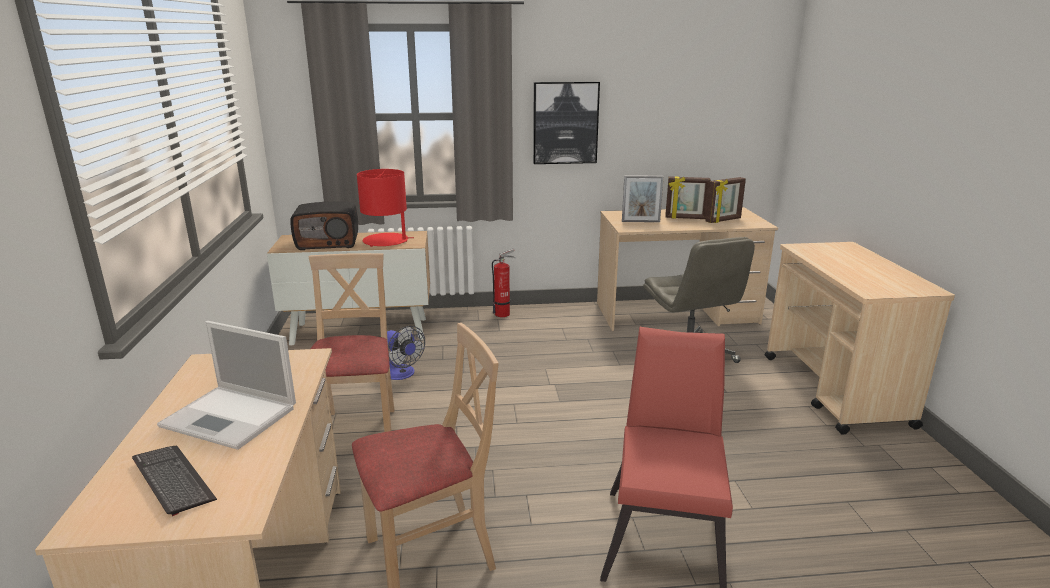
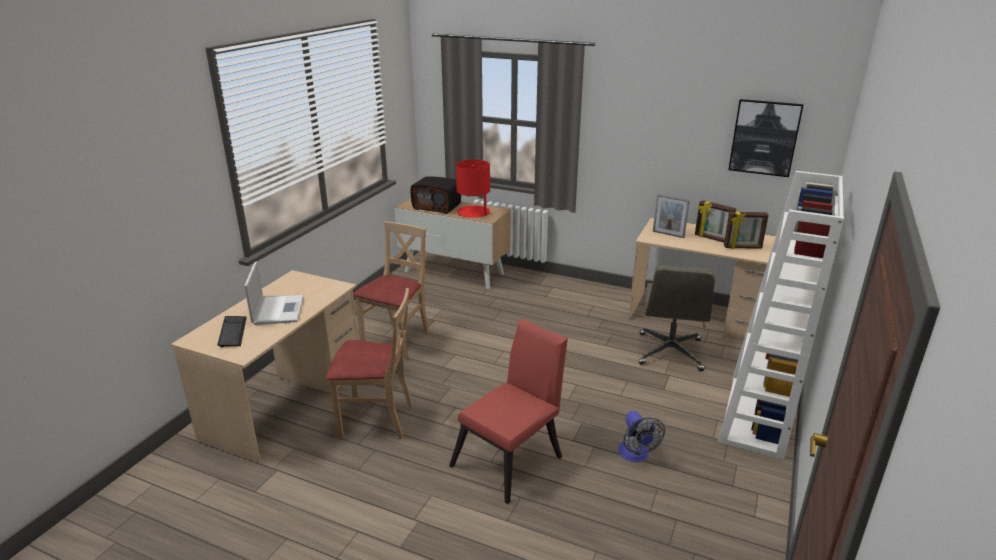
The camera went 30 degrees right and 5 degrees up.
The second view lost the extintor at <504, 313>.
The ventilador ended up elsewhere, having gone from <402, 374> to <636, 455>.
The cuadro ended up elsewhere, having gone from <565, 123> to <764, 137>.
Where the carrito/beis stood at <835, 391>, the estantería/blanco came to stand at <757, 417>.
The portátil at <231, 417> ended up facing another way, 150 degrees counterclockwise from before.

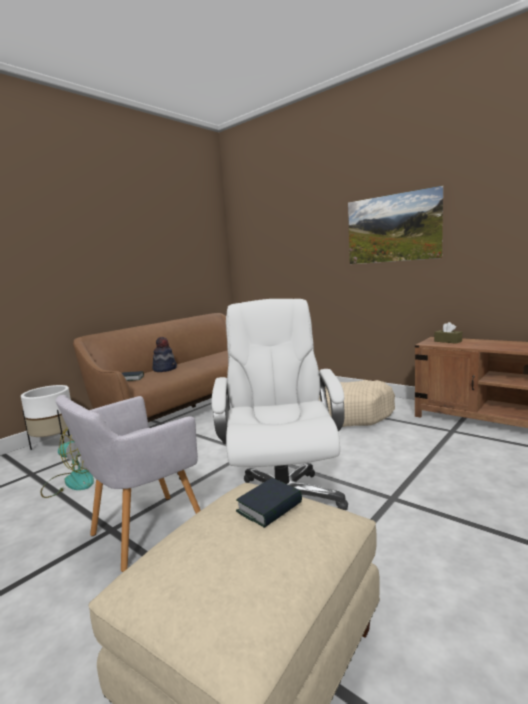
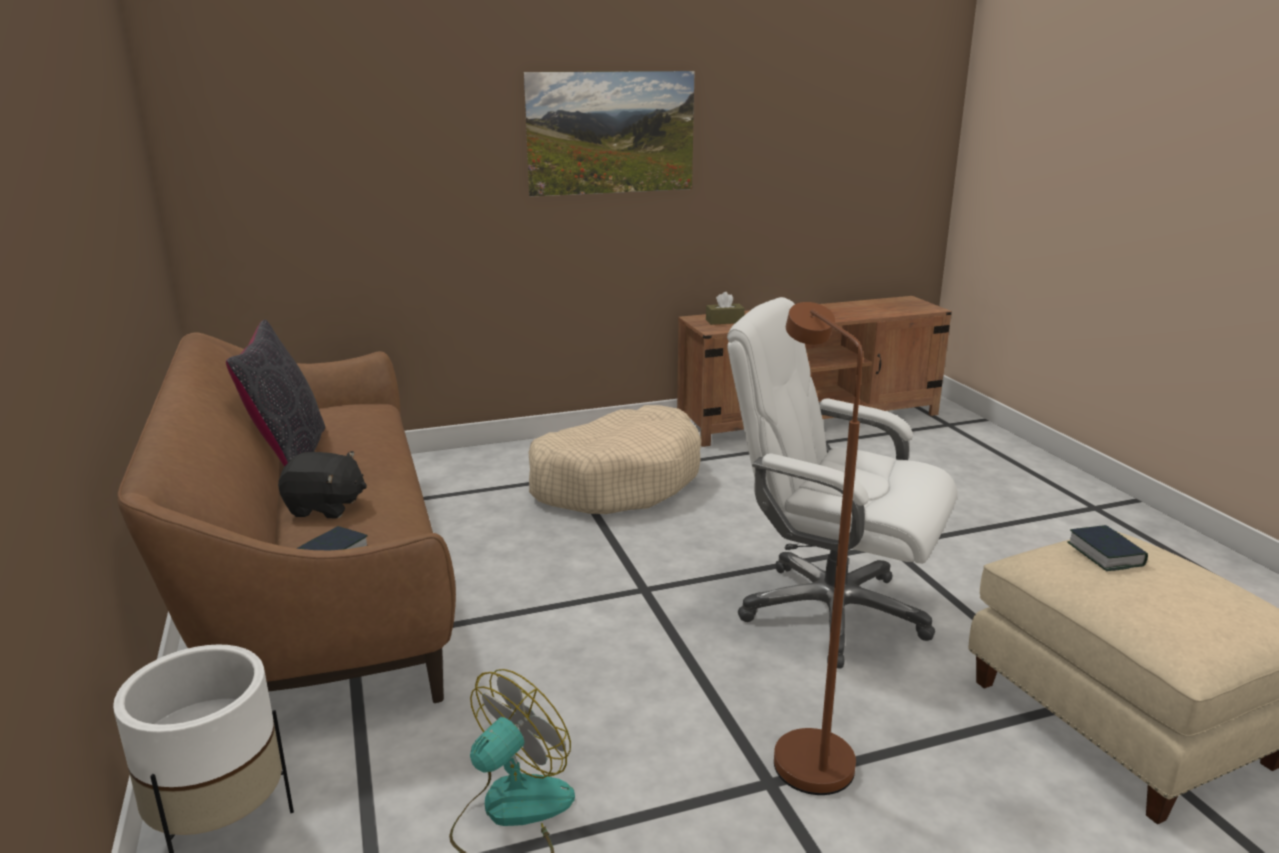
The camera went 60 degrees left and 10 degrees up.
The second view gained the cojín/negro at <289, 455>.
Where the sillón/gris stood at <142, 532>, the lámpara de pie/marrón came to stand at <805, 750>.
Where the sombrero stood at <165, 369>, the peluche/negro came to stand at <325, 507>.

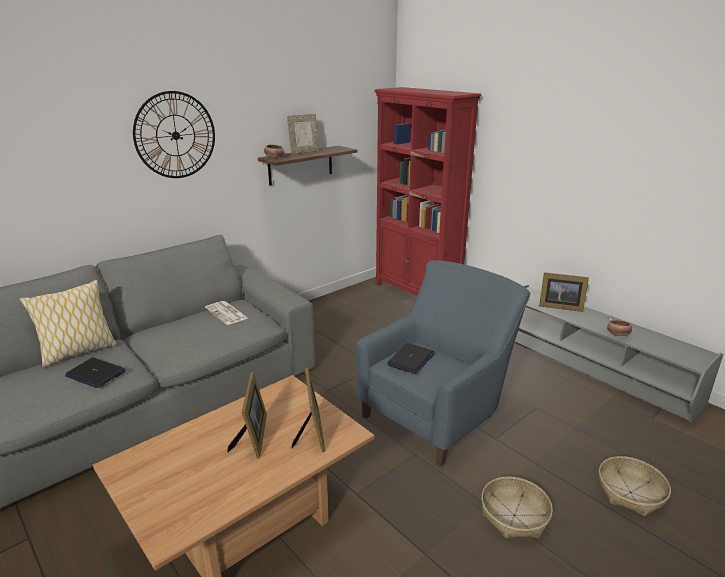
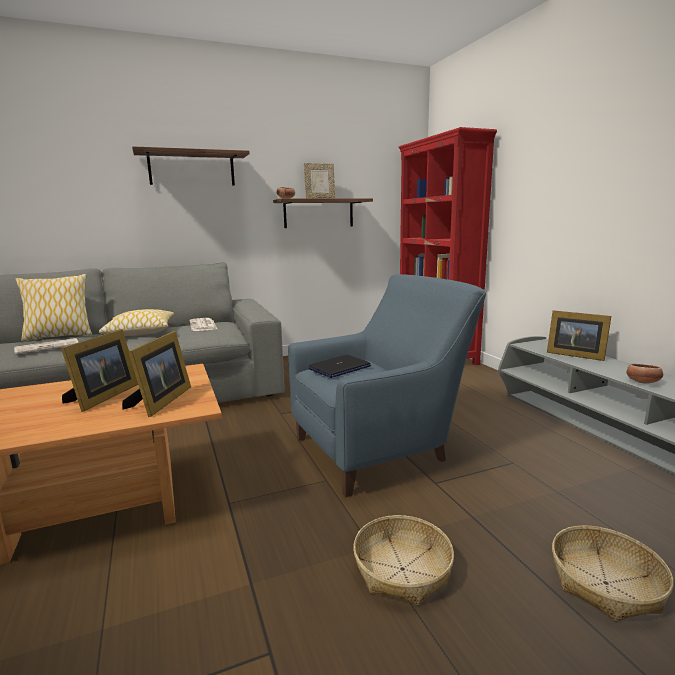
The camera went 20 degrees right and 10 degrees down.
The second view gained the cojín at <140, 332>.
Where the portátil stood at <95, 374>, the periódico came to stand at <48, 347>.
Where the reloj de pared hung at <175, 135>, the estante came to hang at <192, 169>.

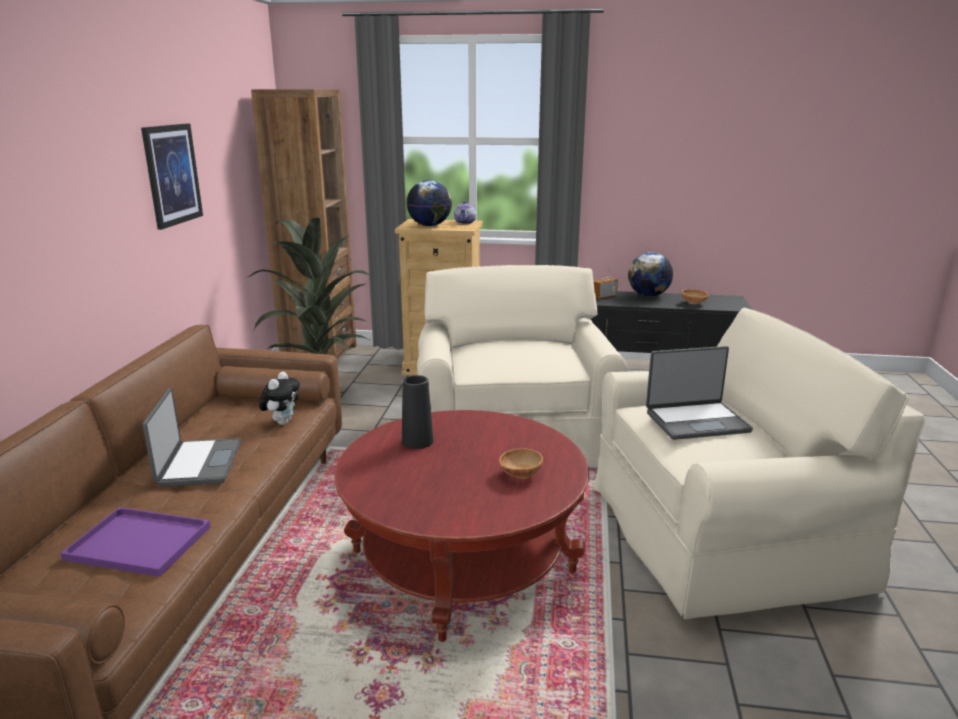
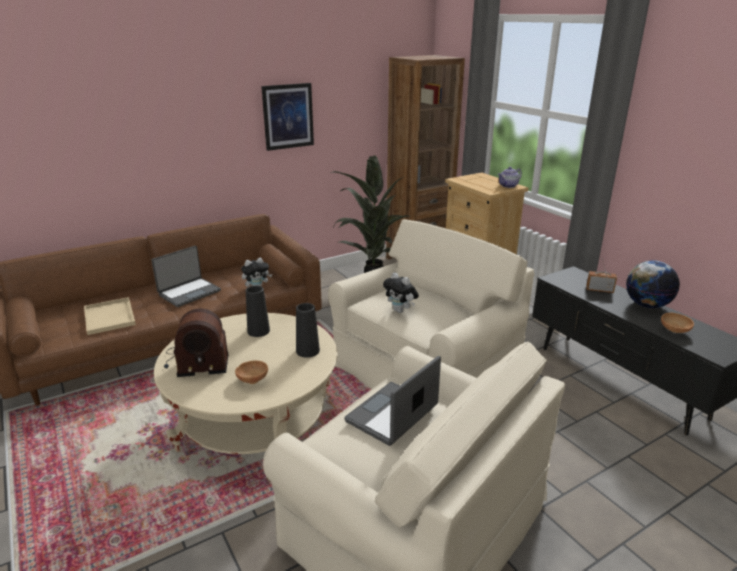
The camera went 50 degrees right and 5 degrees up.
The second view lost the globo terráqueo at <430, 225>.
The second view gained the radio at <196, 361>.
The second view gained the florero/negro at <307, 351>.
The second view gained the peluche at <400, 311>.
What was the bandeja/morado at <141, 542> turned into the bandeja/beis at <110, 317>.
What was the mesa de centro/rojo at <463, 561> turned into the mesa de centro/beis at <255, 422>.
The portátil at <696, 421> ended up facing another way, 90 degrees clockwise from before.

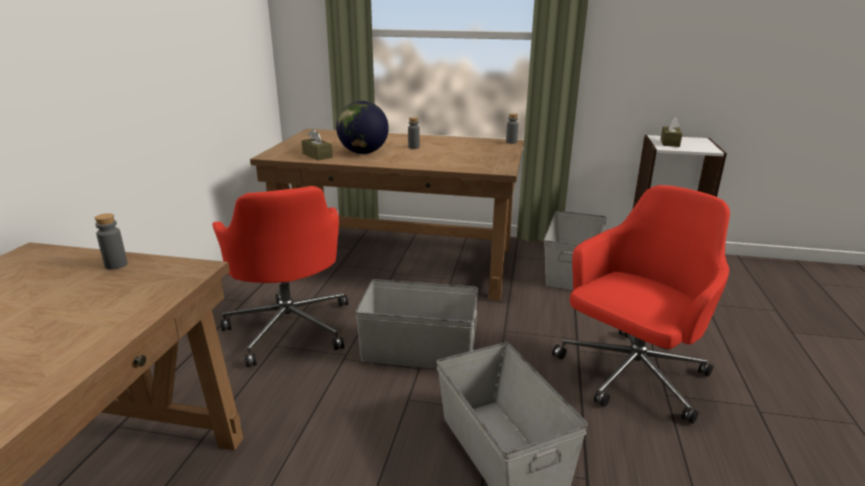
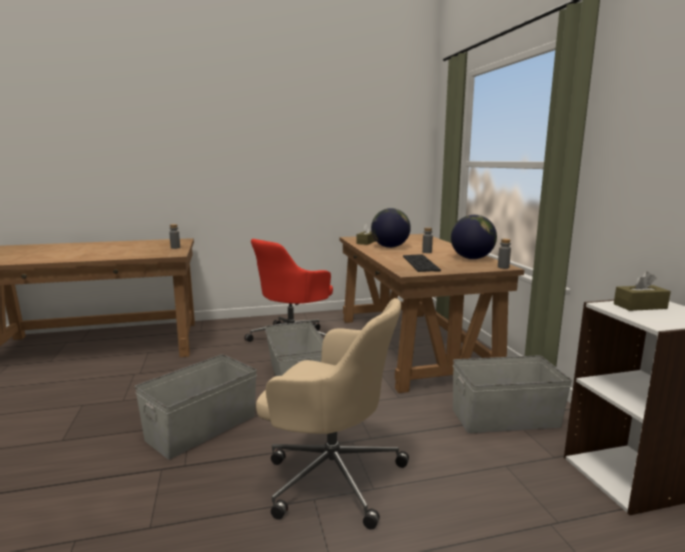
The camera went 65 degrees right and 10 degrees down.
The second view gained the teclado at <422, 263>.
The second view gained the globo terráqueo at <472, 258>.
What was the silla de oficina/rojo at <631, 376> turned into the silla de oficina/beis at <331, 474>.

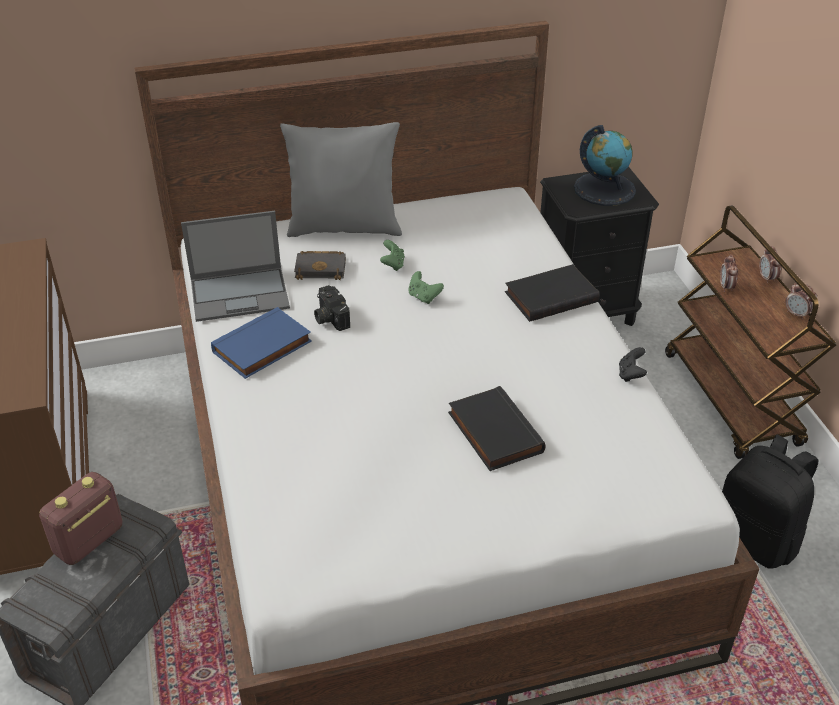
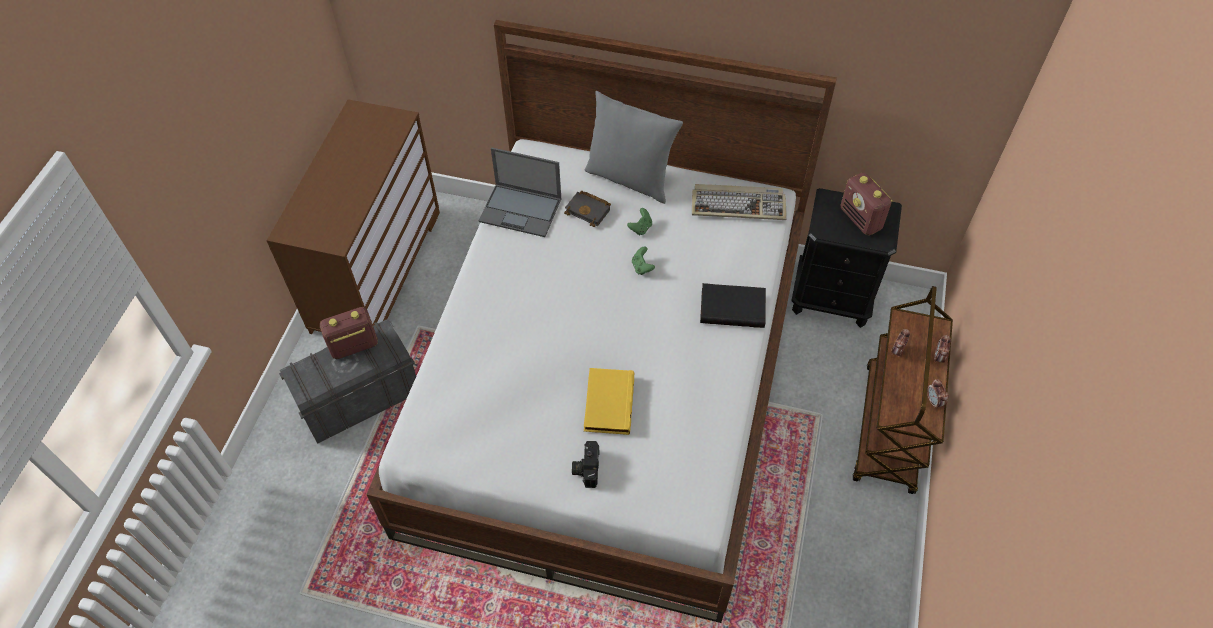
The camera went 30 degrees right and 15 degrees up.
The second view lost the libro/azul at <263, 348>.
The second view lost the mando de consola/negro at <631, 374>.
The second view lost the mochila/negro at <756, 539>.
The second view gained the teclado at <739, 204>.
The cámara ended up elsewhere, having gone from <329, 317> to <586, 468>.
Where the globo terráqueo stood at <604, 189>, the radio came to stand at <861, 219>.
What was the libro/negro at <492, 432> turned into the libro/amarillo at <607, 402>.

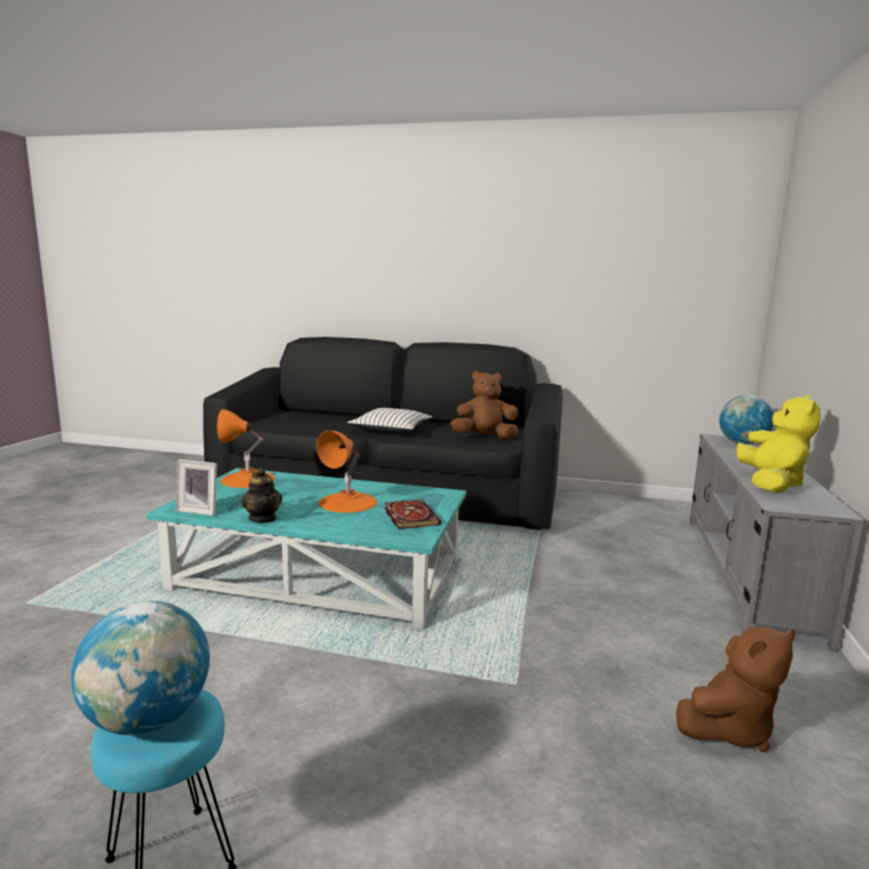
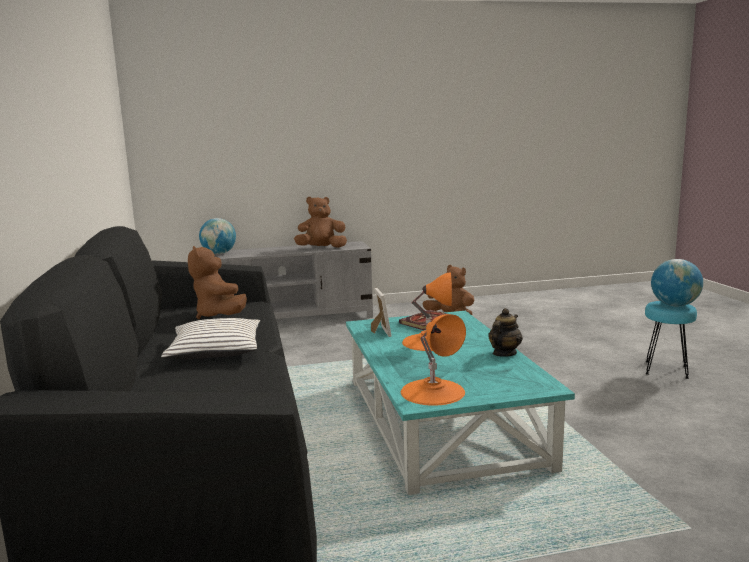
The camera went 115 degrees left and 0 degrees up.
The portarretratos ended up elsewhere, having gone from <200, 510> to <380, 332>.
What was the peluche/amarillo at <771, 484> turned into the peluche/marrón at <321, 248>.

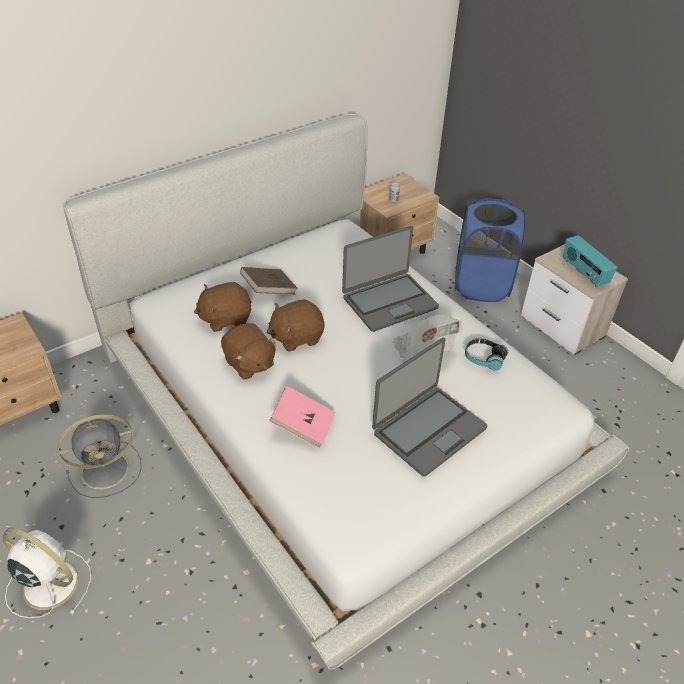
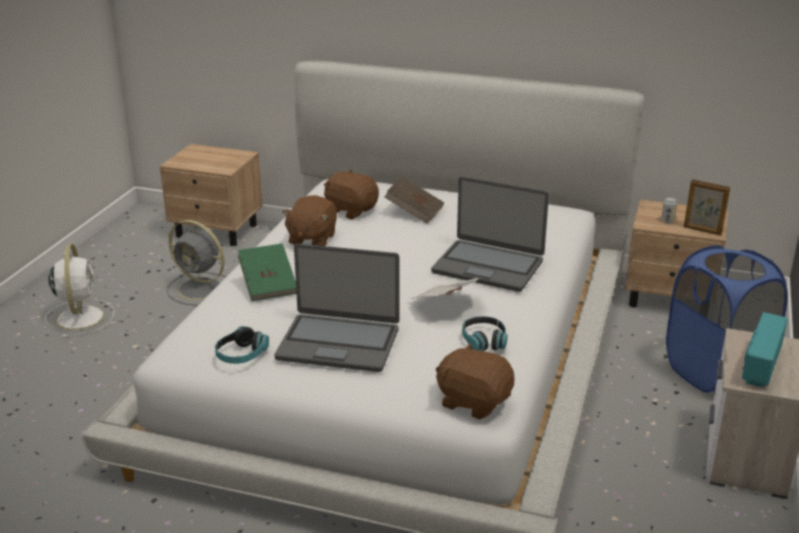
The camera went 55 degrees right and 15 degrees down.
The second view gained the auriculares at <241, 355>.
The second view gained the portarretratos at <702, 230>.
The peluche/marrón ended up elsewhere, having gone from <296, 337> to <474, 401>.
What was the libro/rosa at <303, 426> turned into the libro/verde at <268, 285>.

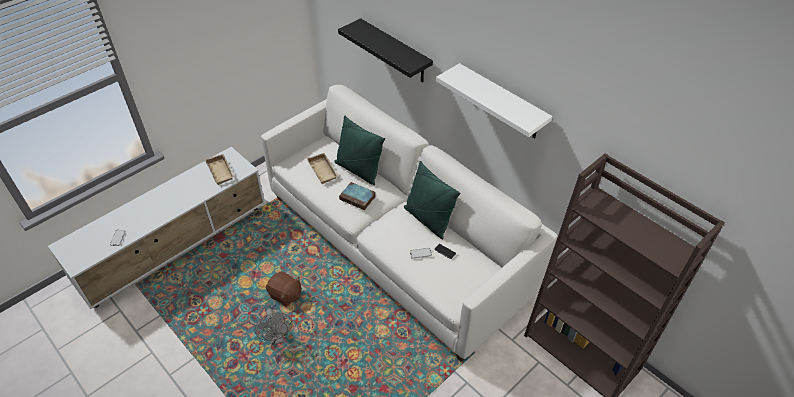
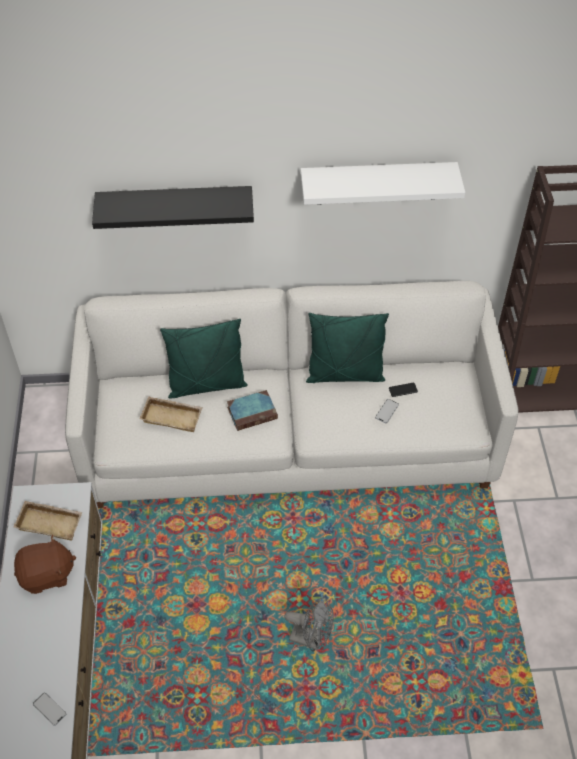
The camera went 50 degrees left and 5 degrees up.
The peluche/marrón ended up elsewhere, having gone from <285, 295> to <47, 575>.

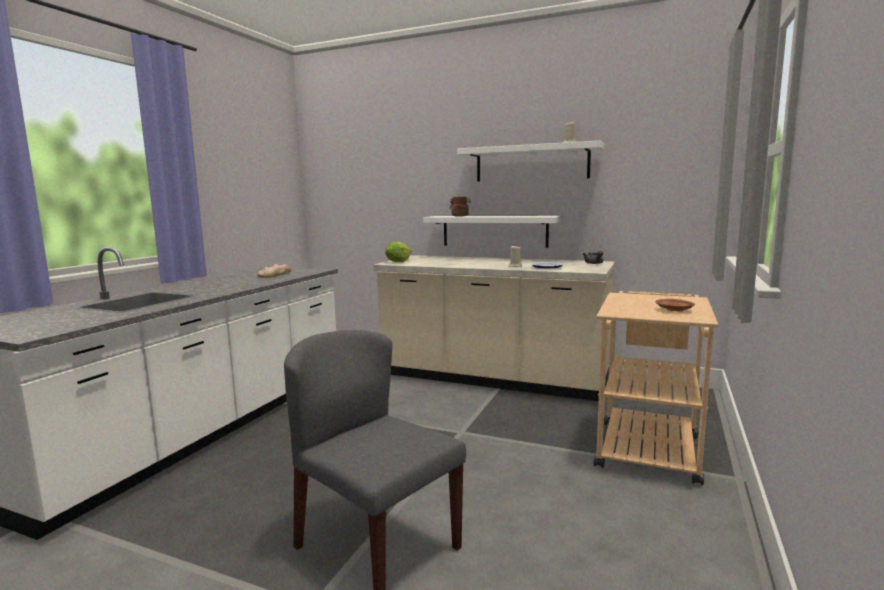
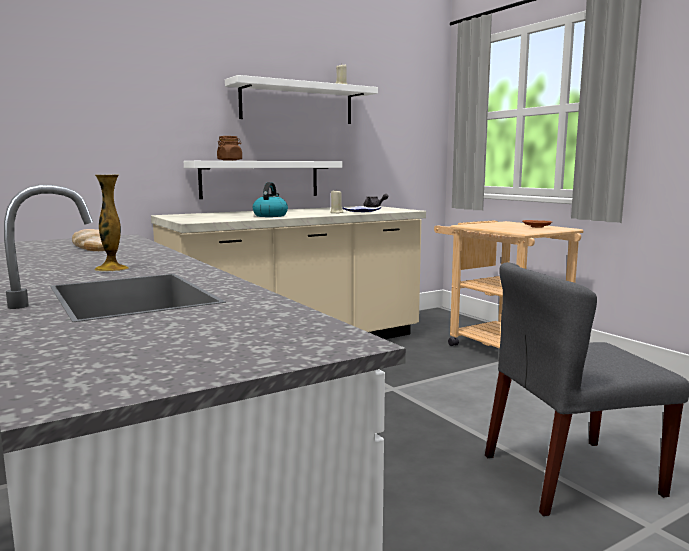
The camera went 55 degrees left and 0 degrees up.
The second view lost the lechuga at <398, 261>.
The second view gained the florero at <111, 269>.
The second view gained the hervidor at <270, 215>.

